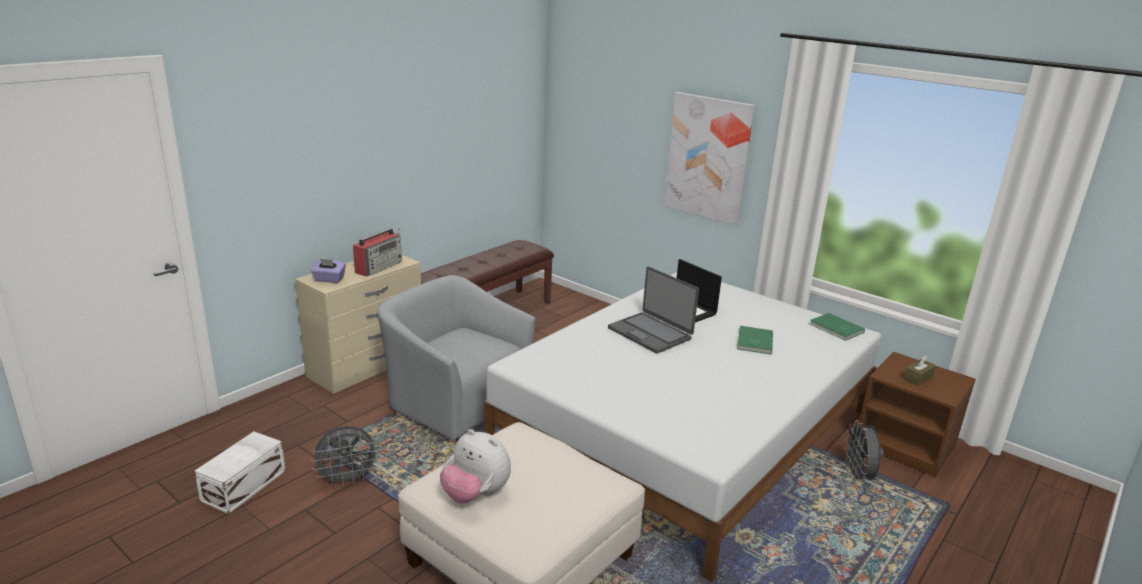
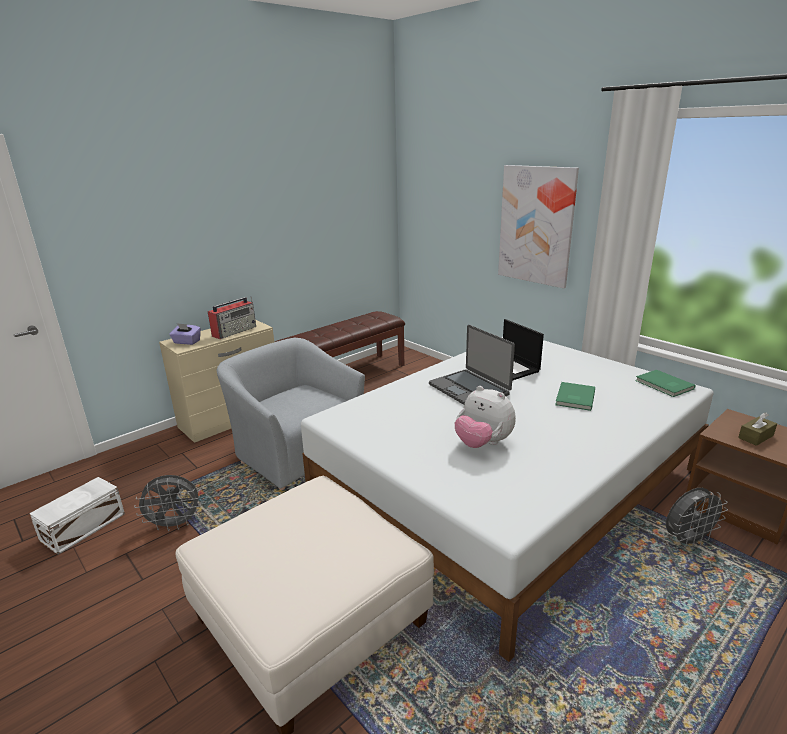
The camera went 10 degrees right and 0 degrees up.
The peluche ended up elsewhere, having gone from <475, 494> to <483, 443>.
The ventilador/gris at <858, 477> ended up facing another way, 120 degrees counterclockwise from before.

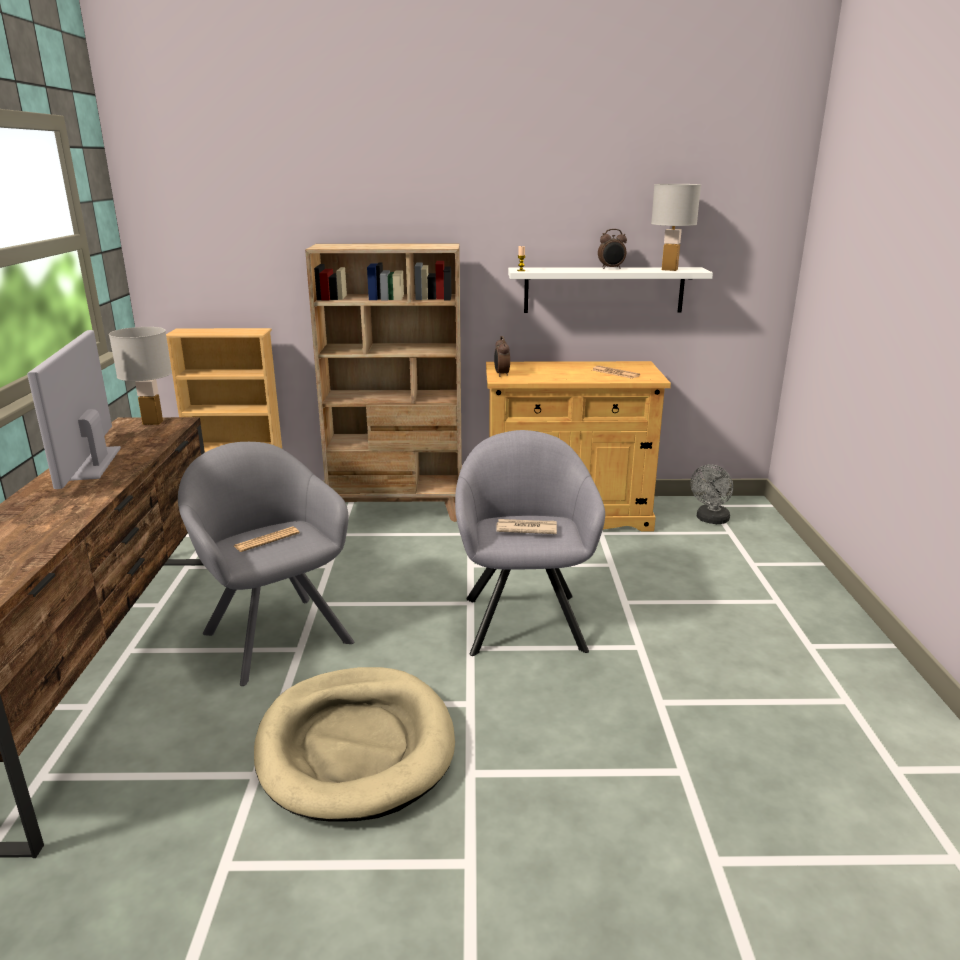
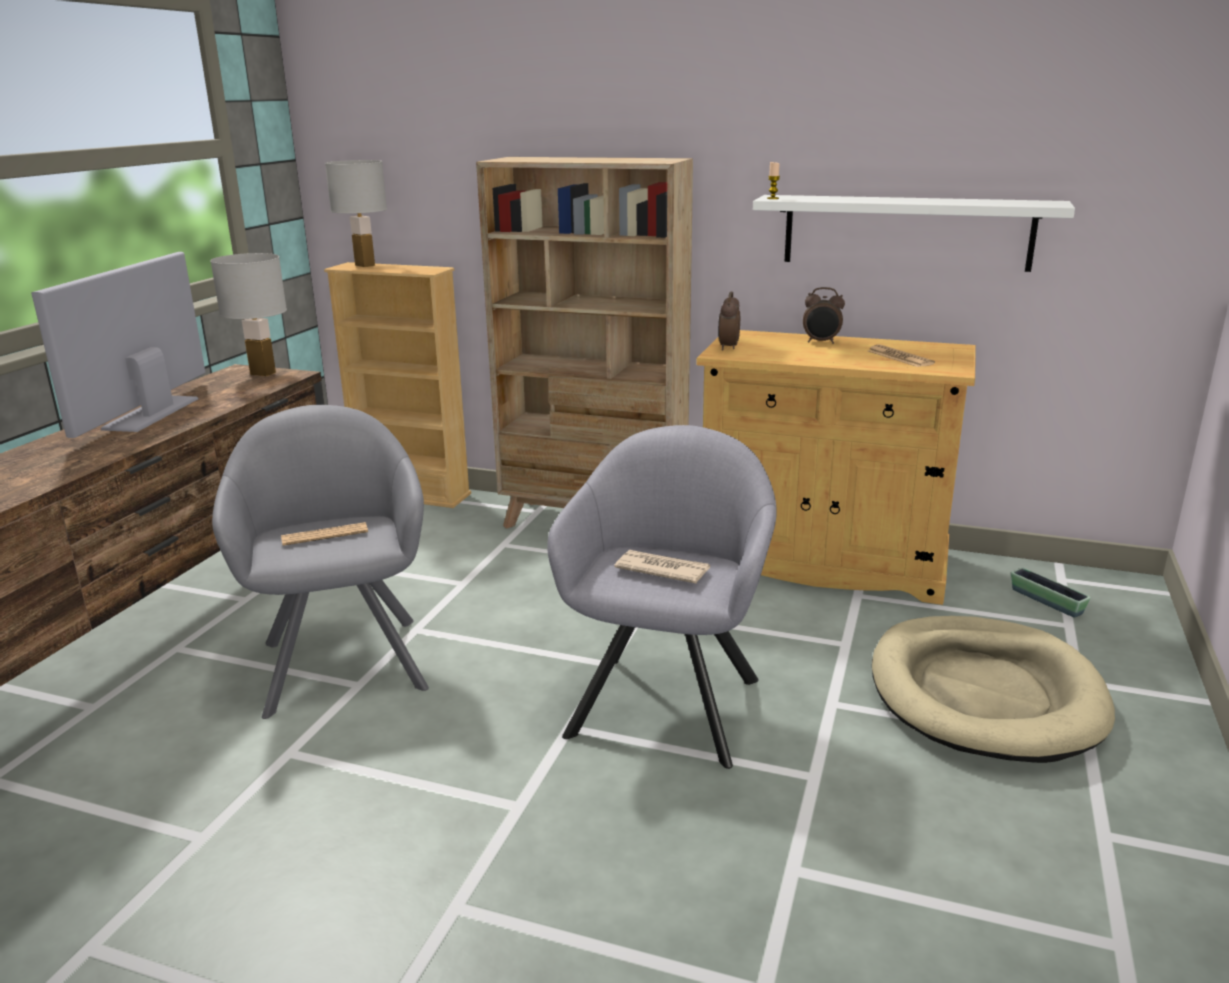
The camera went 20 degrees right and 0 degrees up.
The cama para perro/beis ended up elsewhere, having gone from <356, 746> to <984, 694>.
The despertador ended up elsewhere, having gone from <611, 268> to <821, 342>.
The lámpara de mesa/blanco ended up elsewhere, having gone from <669, 269> to <364, 265>.
Where the ventilador/gris stood at <710, 520>, the maceta came to stand at <1046, 601>.

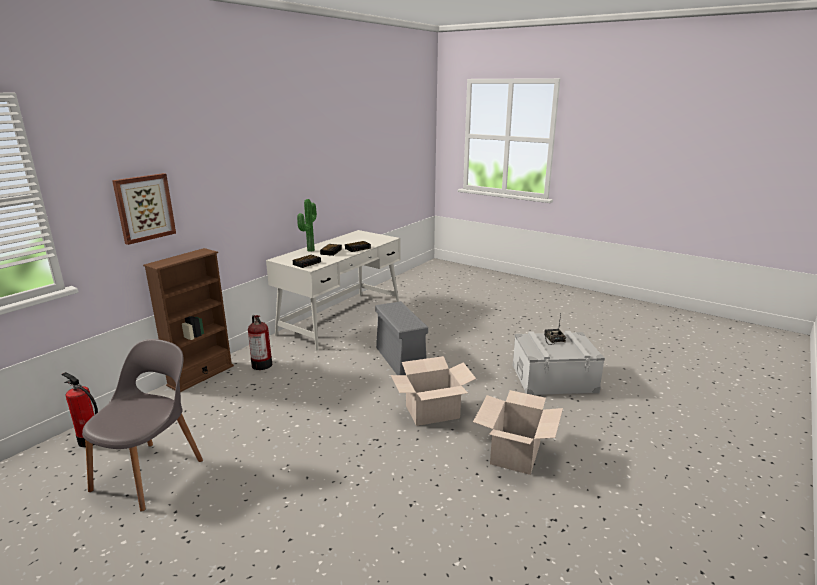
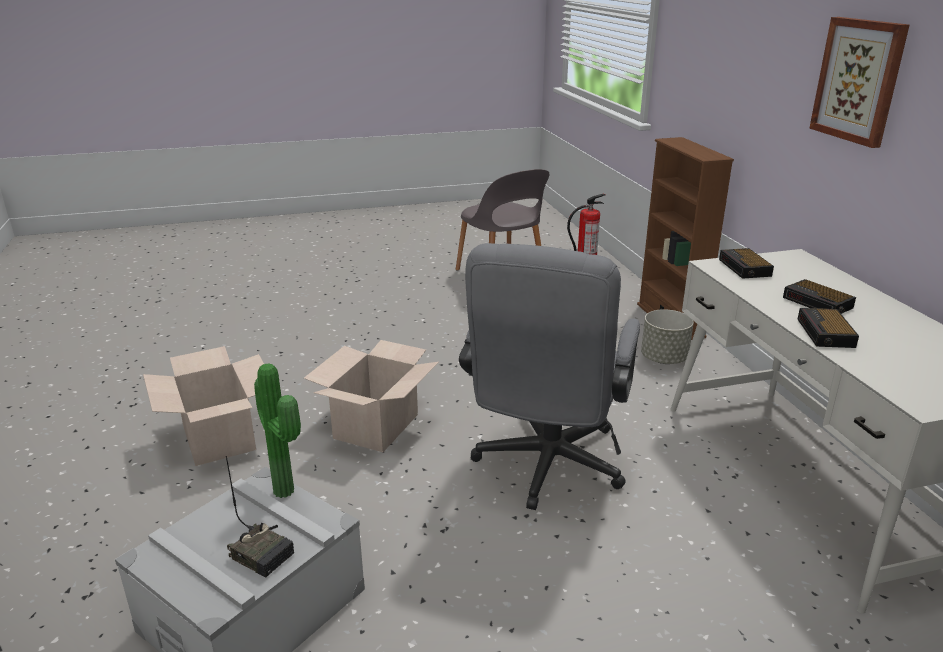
The camera went 130 degrees right and 5 degrees up.
The cuadro ended up elsewhere, having gone from <144, 208> to <859, 80>.
The planta en maceta ended up elsewhere, having gone from <309, 250> to <287, 489>.
Where the extintor stood at <261, 364>, the maceta/gris came to stand at <664, 359>.
Where the caja de almacenaje/gris stood at <401, 360>, the silla de oficina/gris came to stand at <545, 469>.

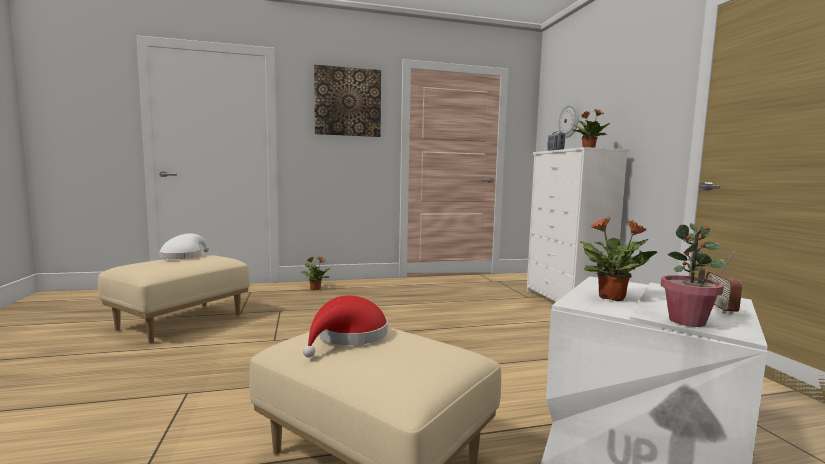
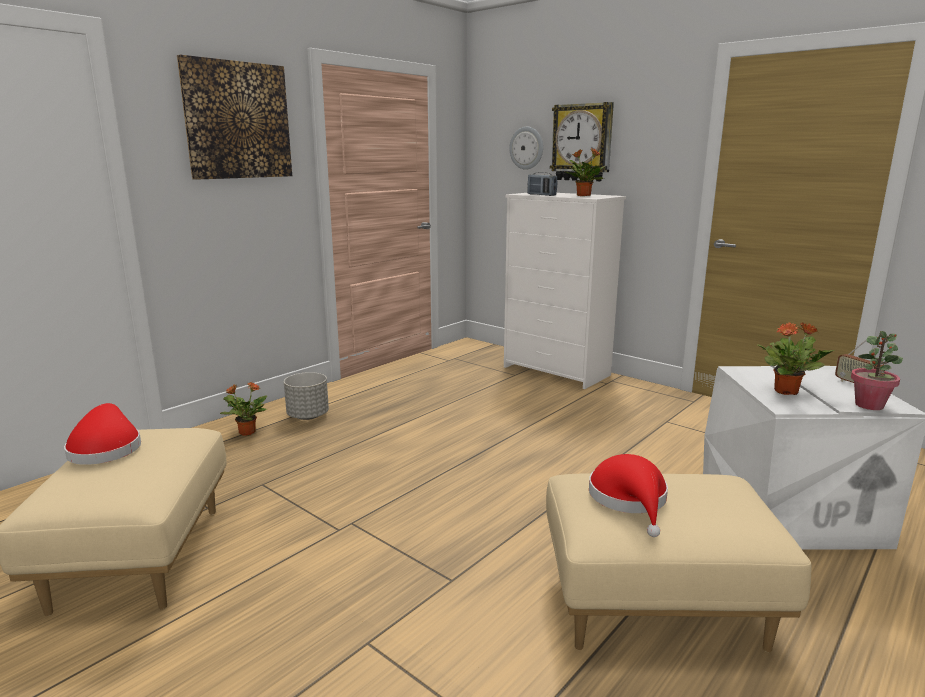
The camera went 35 degrees left and 10 degrees up.
The second view gained the maceta/gris at <308, 416>.
The second view gained the reloj de pared at <582, 142>.
What was the sombrero/blanco at <183, 256> turned into the sombrero/rojo at <105, 448>.

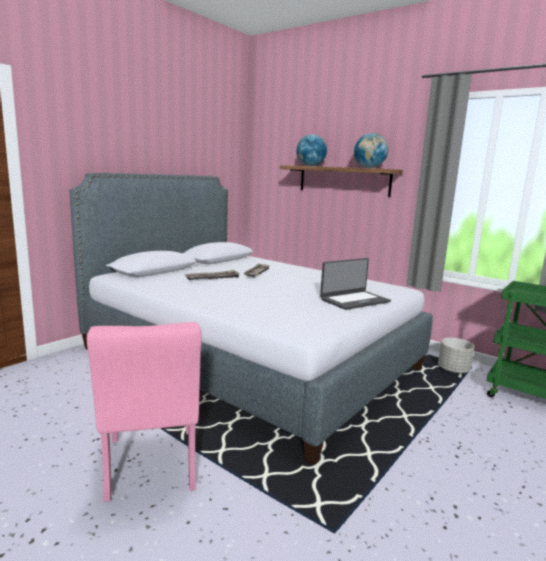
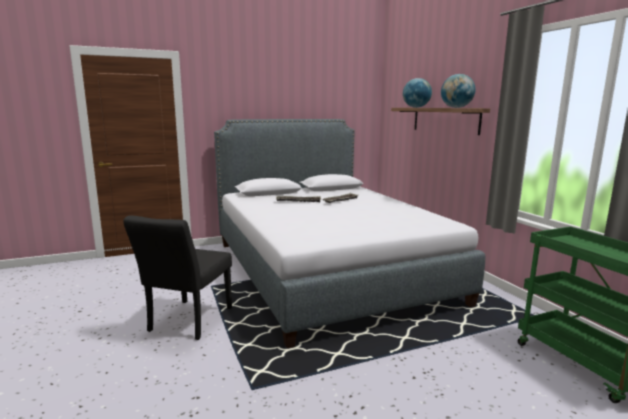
The camera went 30 degrees right and 0 degrees up.
The second view lost the portátil at <354, 300>.
The second view lost the maceta/gris at <453, 370>.
What was the silla/rosa at <151, 469> turned into the silla/negro at <187, 322>.

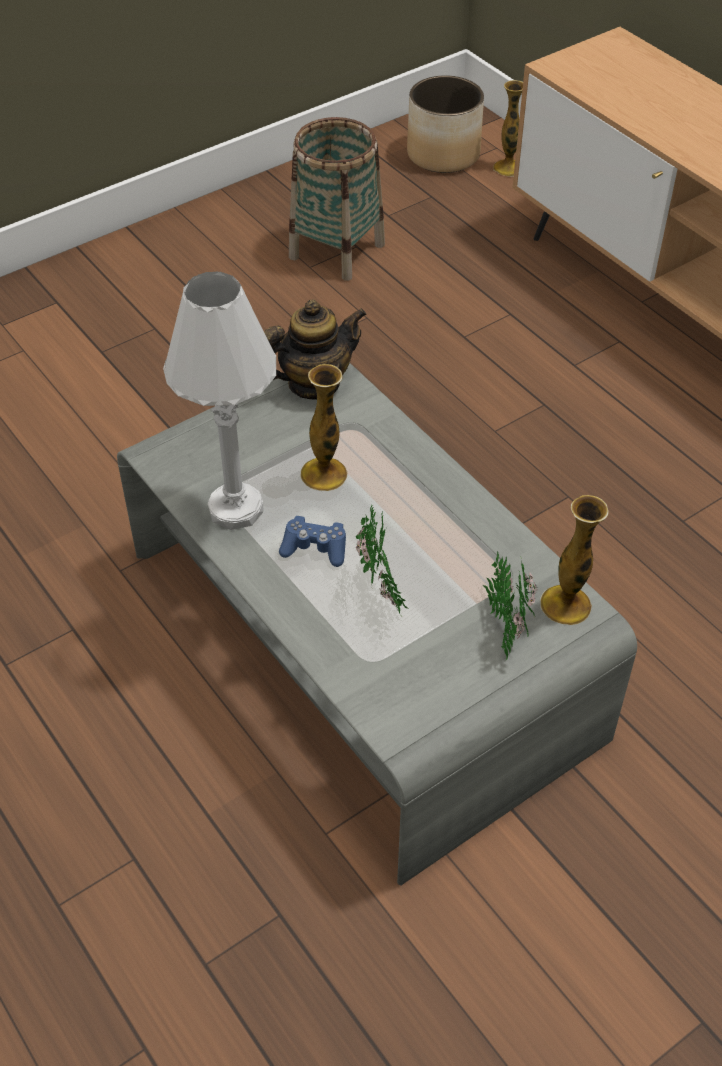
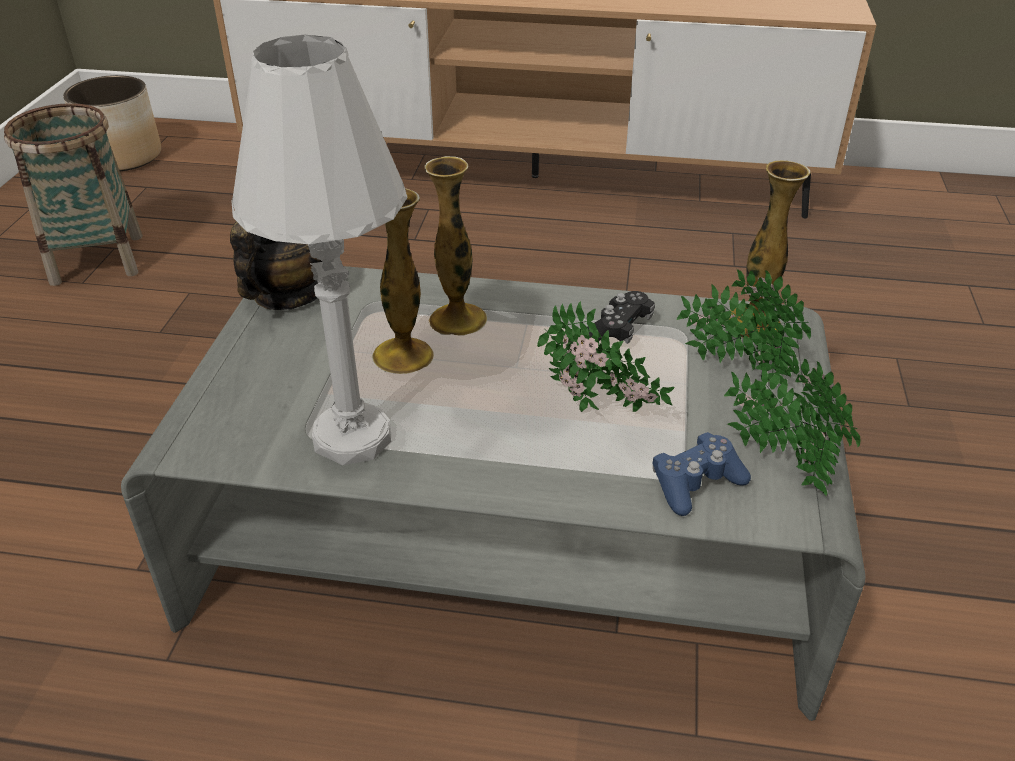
The camera went 45 degrees left and 10 degrees down.
The second view gained the mando de consola/negro at <618, 329>.
The second view gained the planta en maceta at <779, 461>.
The mando de consola/azul ended up elsewhere, having gone from <315, 548> to <696, 483>.
The florero ended up elsewhere, having gone from <508, 168> to <458, 319>.

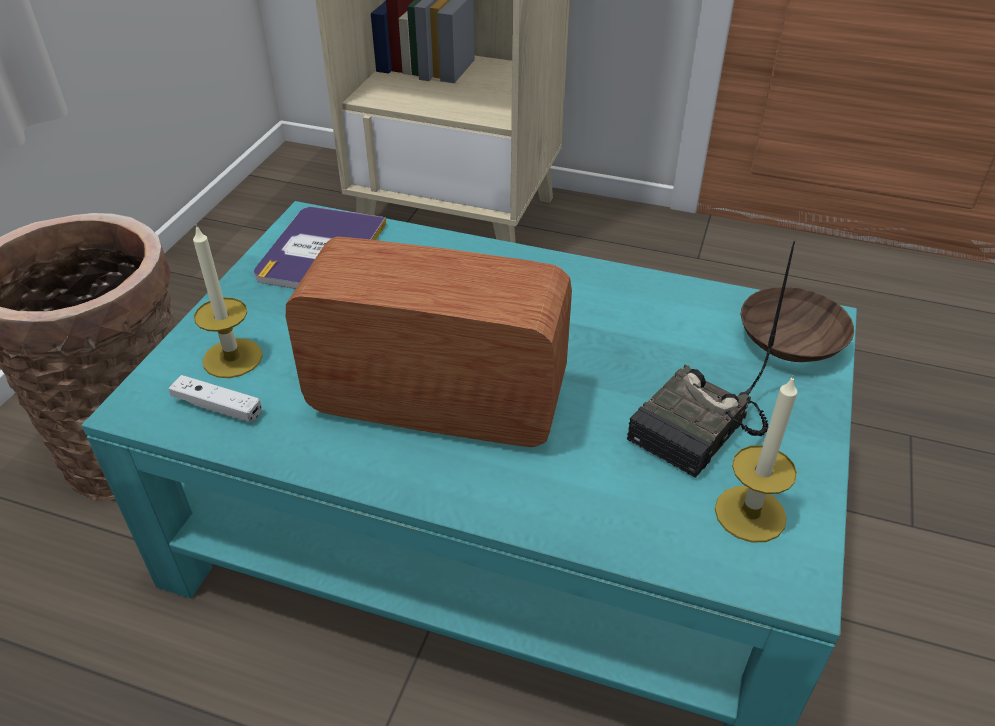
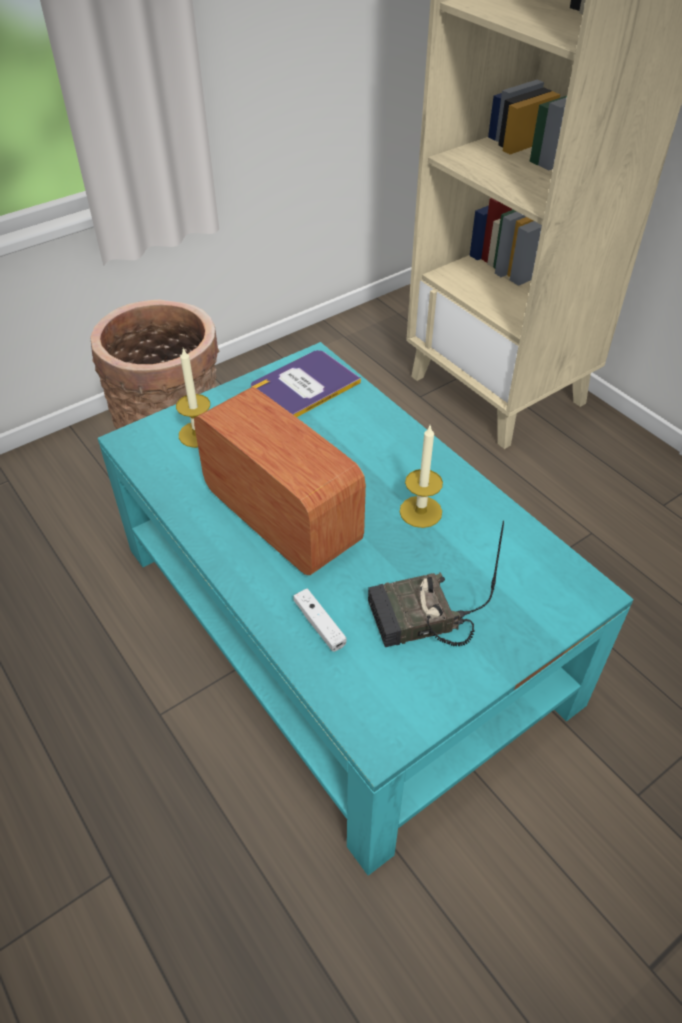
The camera went 35 degrees right and 5 degrees up.
The second view lost the cuenco/marrón at <788, 342>.
The mando de consola/blanco ended up elsewhere, having gone from <218, 407> to <319, 624>.
The vela ended up elsewhere, having gone from <750, 513> to <420, 511>.

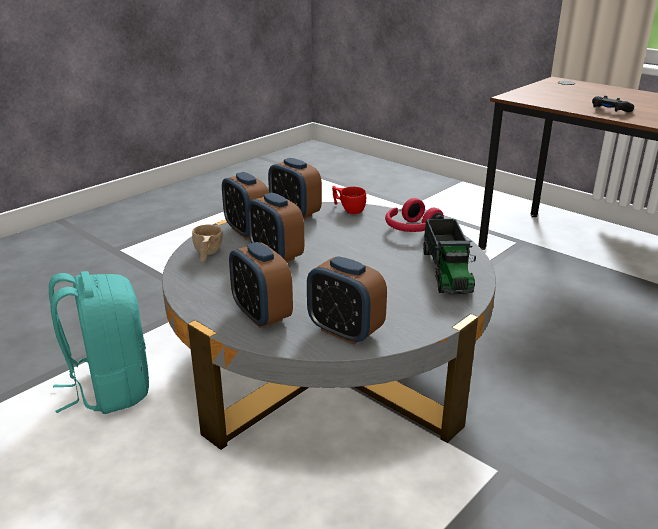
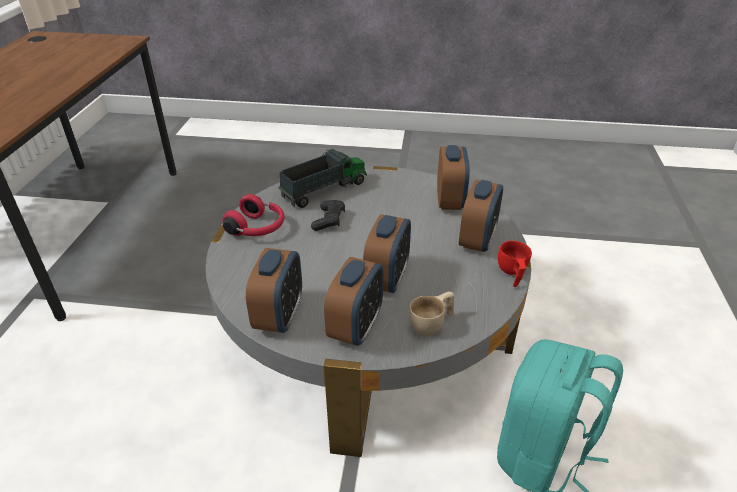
The camera went 125 degrees left and 10 degrees up.
The taza/rojo ended up elsewhere, having gone from <348, 209> to <512, 274>.
The mando de consola/negro ended up elsewhere, having gone from <609, 110> to <329, 220>.

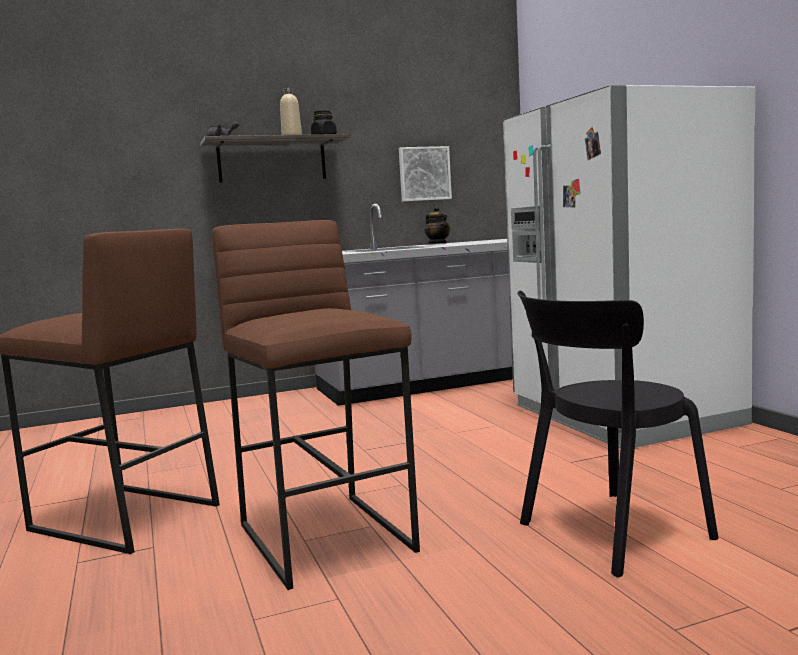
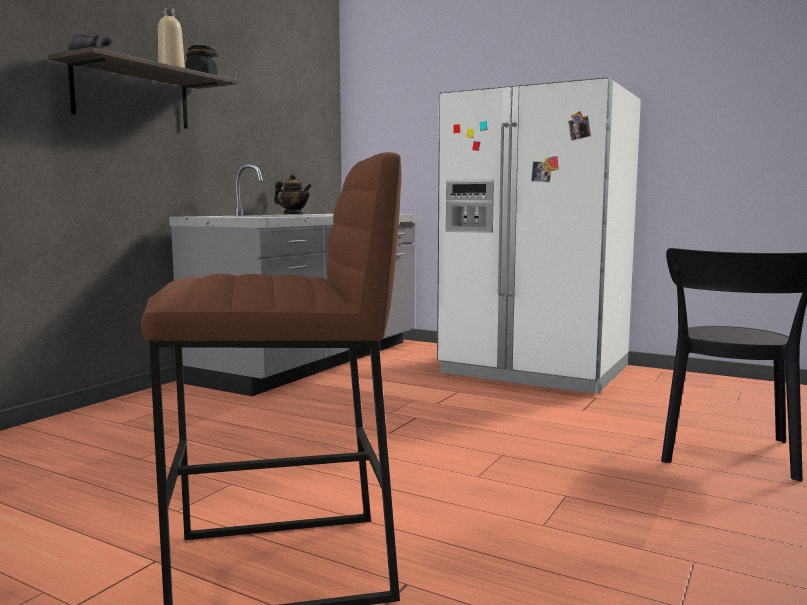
The camera went 40 degrees left and 0 degrees up.
The second view lost the taburete/marrón at <327, 537>.
The second view lost the cuadro at <424, 174>.

